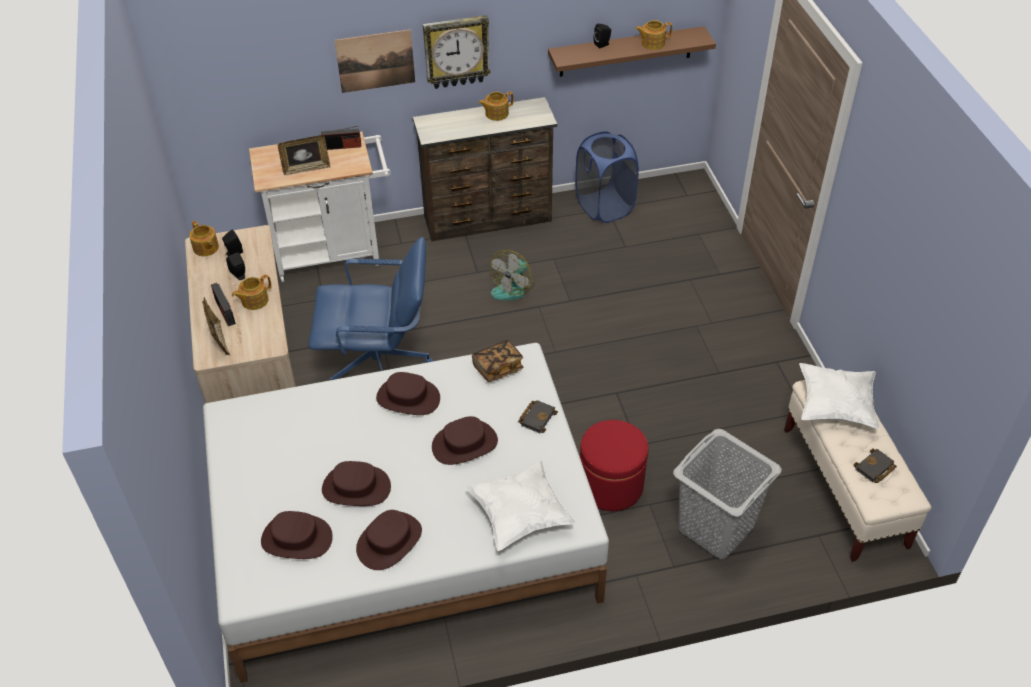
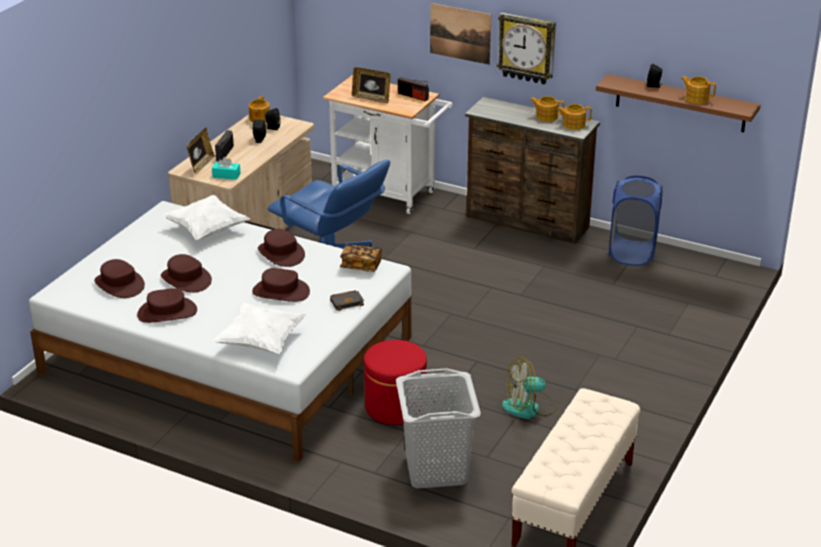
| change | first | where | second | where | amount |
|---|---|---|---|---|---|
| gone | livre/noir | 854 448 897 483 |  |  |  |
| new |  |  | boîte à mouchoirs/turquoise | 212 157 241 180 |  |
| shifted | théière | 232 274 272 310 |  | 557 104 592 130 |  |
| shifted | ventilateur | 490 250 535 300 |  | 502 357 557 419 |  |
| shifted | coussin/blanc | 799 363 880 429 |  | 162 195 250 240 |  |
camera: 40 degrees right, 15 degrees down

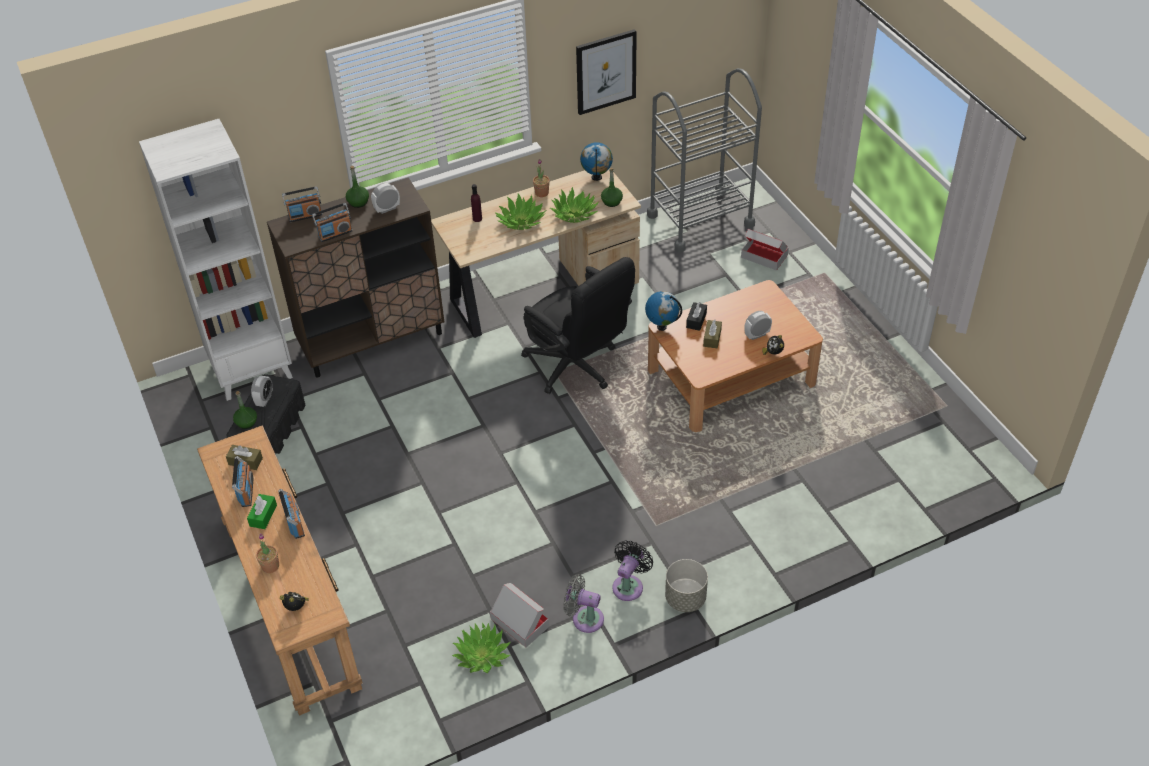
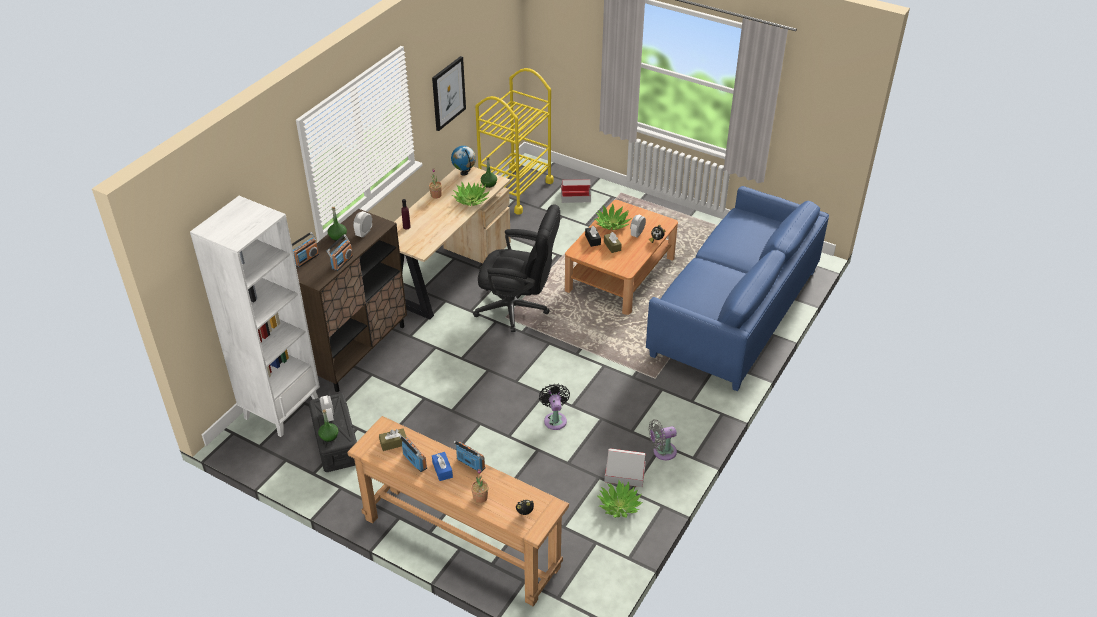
| change | first | where | second | where | amount |
|---|---|---|---|---|---|
| gone | globe | 645 291 682 331 |  |  |  |
| gone | cache-pot/gris | 665 559 708 612 |  |  |  |
| new |  |  | canapé/bleu | 646 186 829 391 |  |
| shifted | plante en pot | 496 194 546 230 |  | 595 203 631 230 |  |
| shifted | ventilateur/noir | 612 541 653 601 |  | 539 384 570 430 |  |
| repainted | boîte à mouchoirs/vert | 247 494 277 529 | boîte à mouchoirs/bleu | 432 452 453 481 |  |
| repainted | chariot/gris | 647 68 762 253 | chariot/jaune | 475 68 554 215 |  |
camera: 35 degrees left, 5 degrees down

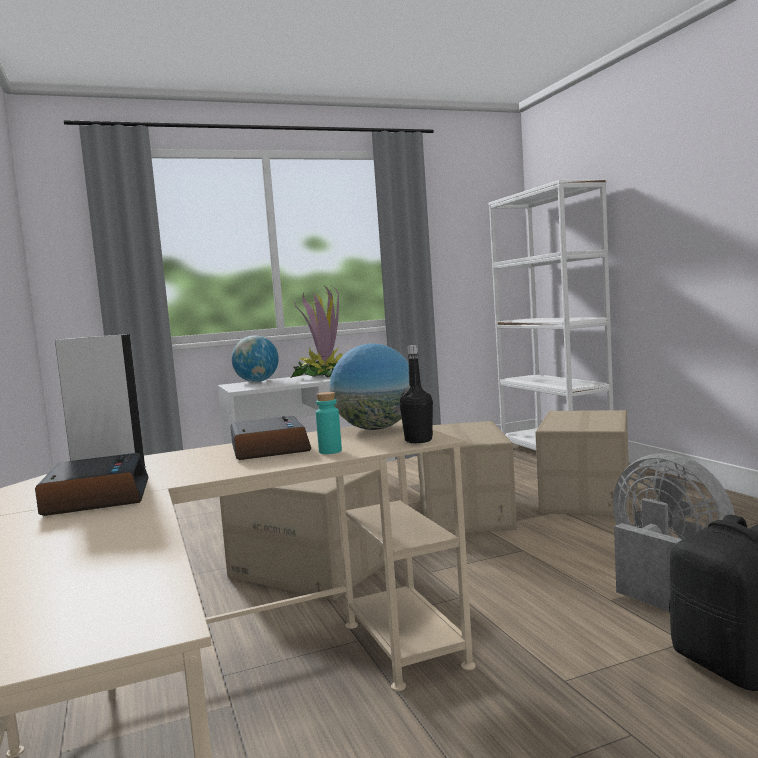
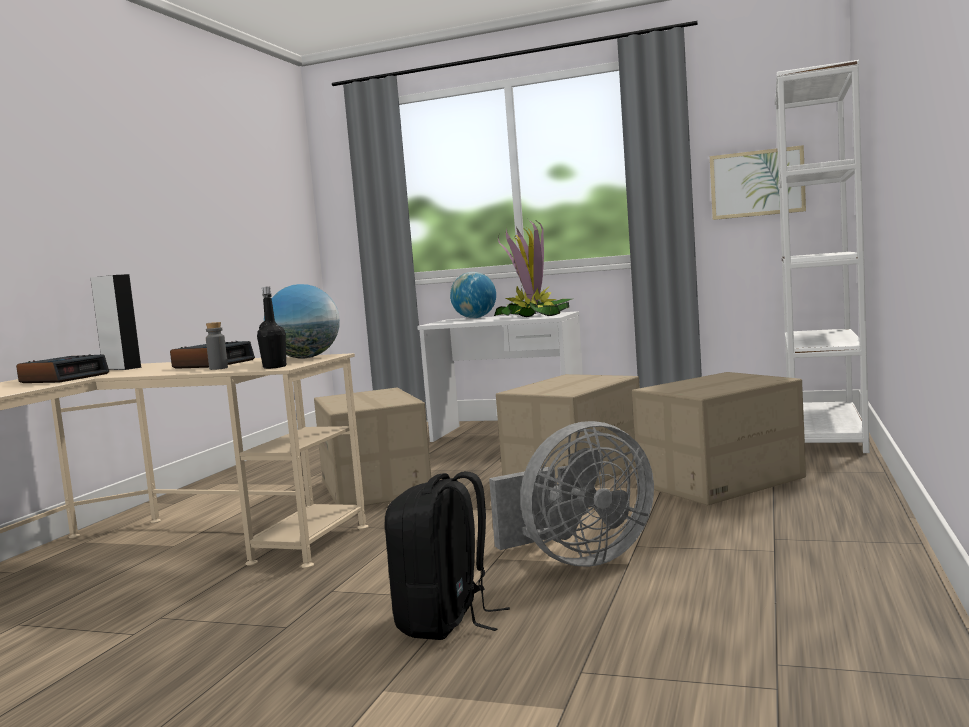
| change | first | where | second | where | amount |
|---|---|---|---|---|---|
| new |  |  | tableau | 710 145 806 220 |  |
| repainted | bouteille/turquoise | 316 392 342 454 | bouteille/gris | 206 322 228 370 |  |
| rotated | ventilateur/gris | 613 453 735 612 |  | 489 421 654 567 | 60 degrees clockwise |
camera: 40 degrees right, 0 degrees up

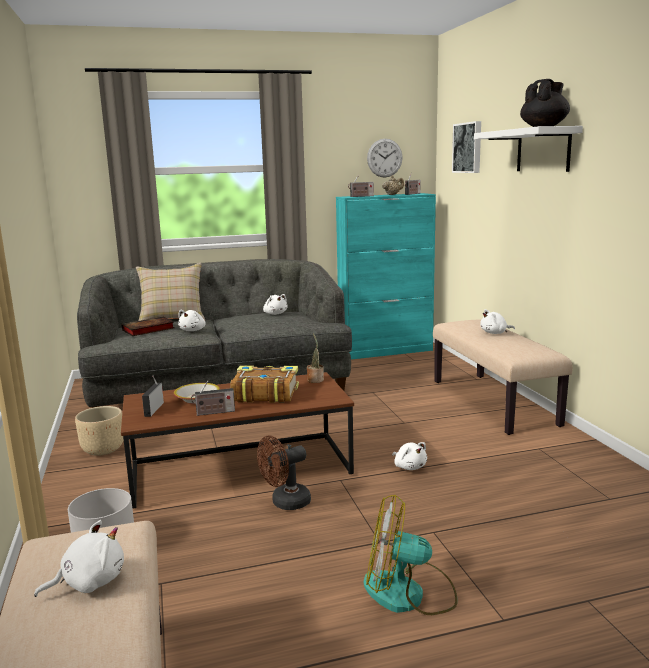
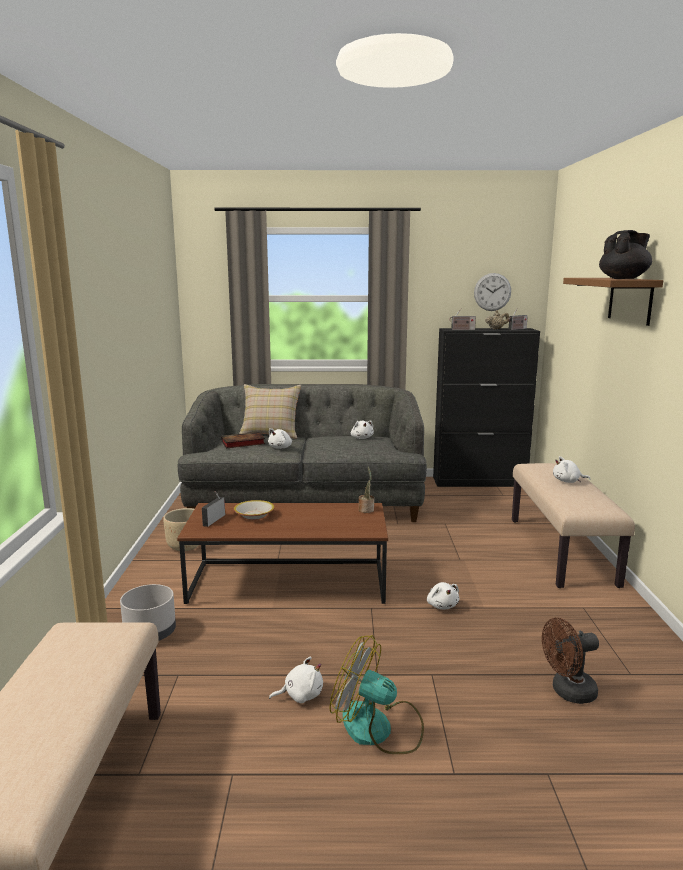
| change | first | where | second | where | amount |
|---|---|---|---|---|---|
| gone | radio | 191 380 235 416 |  |  |  |
| gone | livre | 230 366 299 403 |  |  |  |
| gone | tableau | 452 121 481 173 |  |  |  |
| shifted | peluche/blanc | 34 520 124 597 |  | 269 657 323 703 |  |
| shifted | ventilateur/marron | 257 435 311 510 |  | 542 618 599 704 |  |
| repainted | meuble de rangement/turquoise | 336 193 436 360 | meuble de rangement/noir | 433 328 540 487 |  |
| repainted | étagère/blanc | 474 126 583 172 | étagère/marron | 563 278 663 326 |  |
camera: 15 degrees right, 0 degrees up

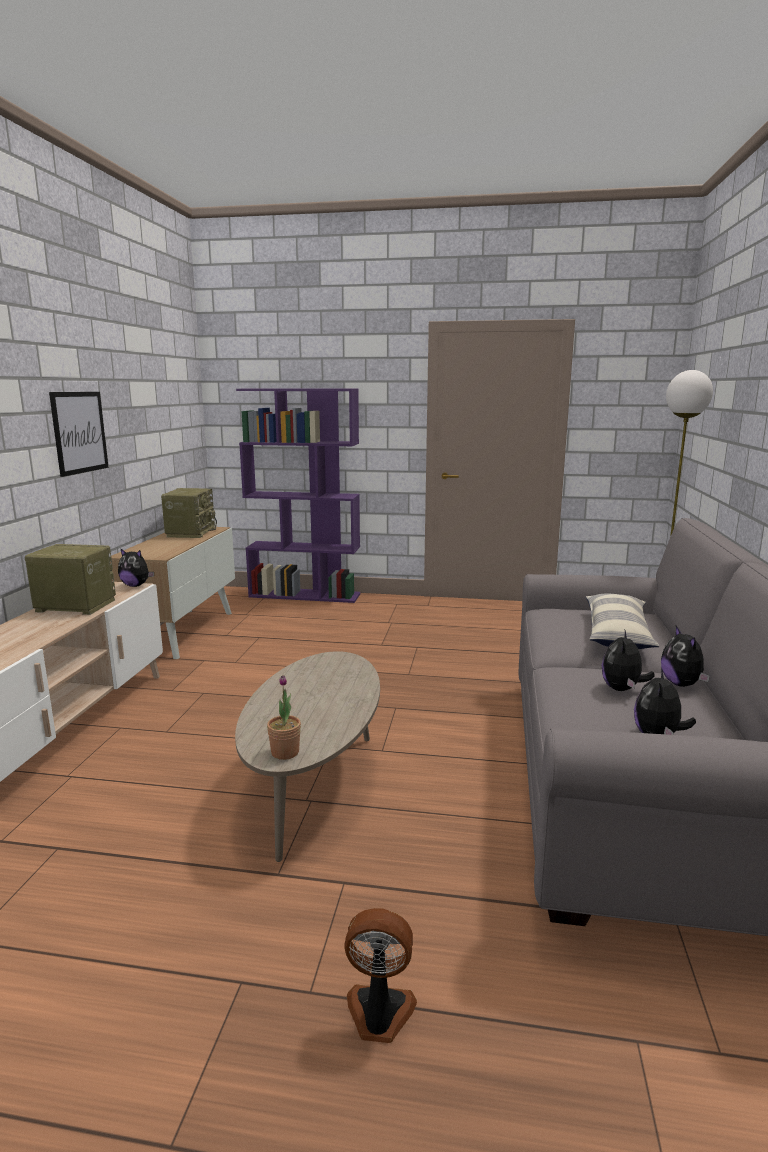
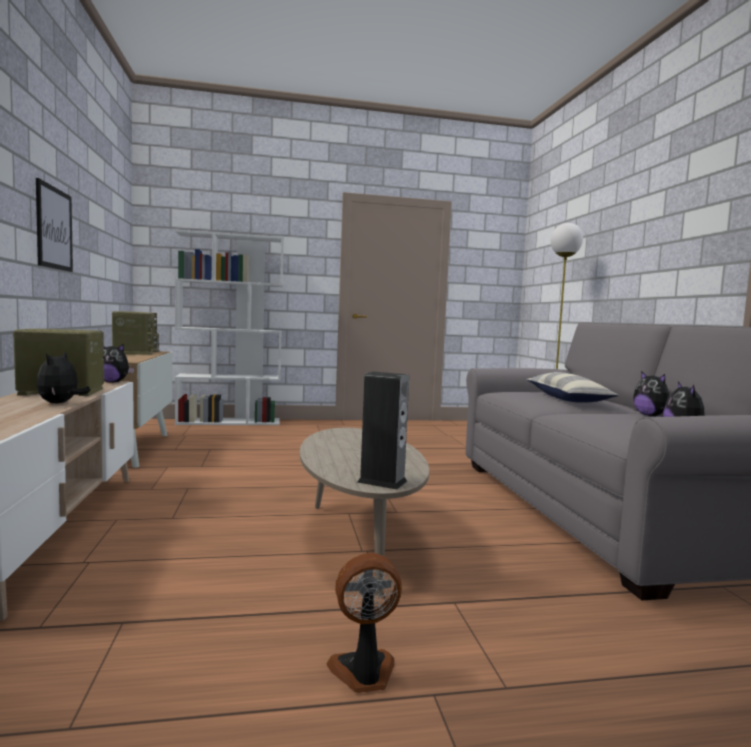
| change | first | where | second | where | amount |
|---|---|---|---|---|---|
| shifted | ventilateur | 344 908 417 1043 |  | 327 553 402 693 |  |
| shifted | peluche | 602 630 655 691 |  | 36 352 91 403 |  |
| swapped | plante en pot | 267 675 301 760 | enceinte | 357 371 409 489 |  |
| repainted | bibliothèque/violet | 236 389 361 603 | bibliothèque/blanc | 175 230 284 425 |  |
camera: 20 degrees left, 10 degrees down

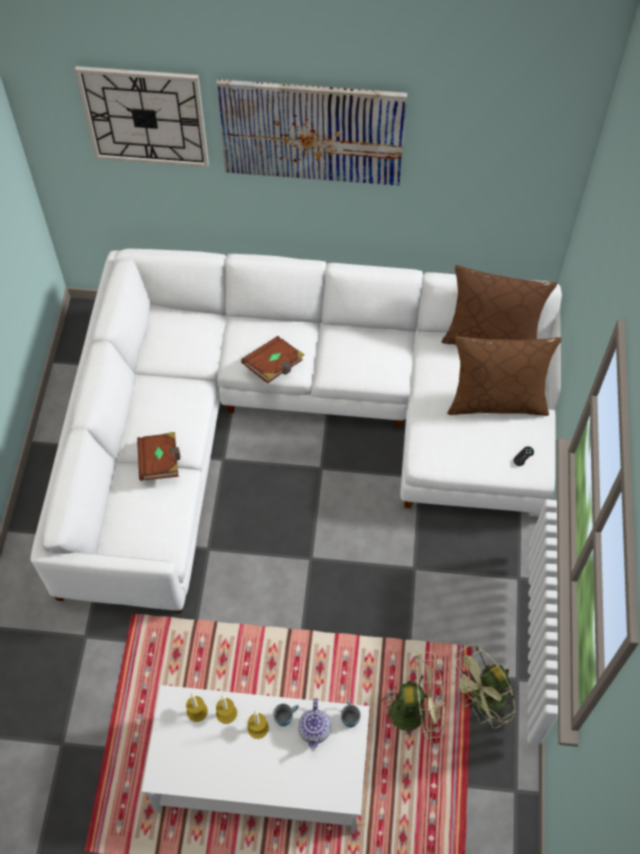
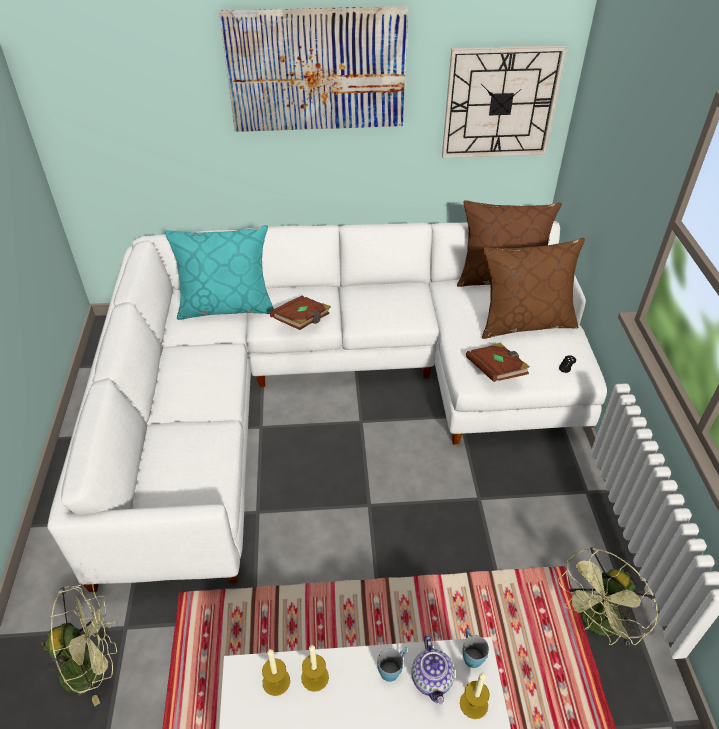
| change | first | where | second | where | amount |
|---|---|---|---|---|---|
| new |  |  | coussin/turquoise | 165 225 274 320 |  |
| shifted | horloge murale | 75 66 209 167 |  | 442 45 567 158 |  |
| shifted | livre/marron | 137 432 180 481 |  | 466 343 529 382 |  |
| shifted | bougie | 248 710 269 739 |  | 460 673 490 719 |  |
| shifted | ventilateur/vert | 382 652 445 739 |  | 41 583 117 706 |  |
camera: 10 degrees left, 15 degrees down

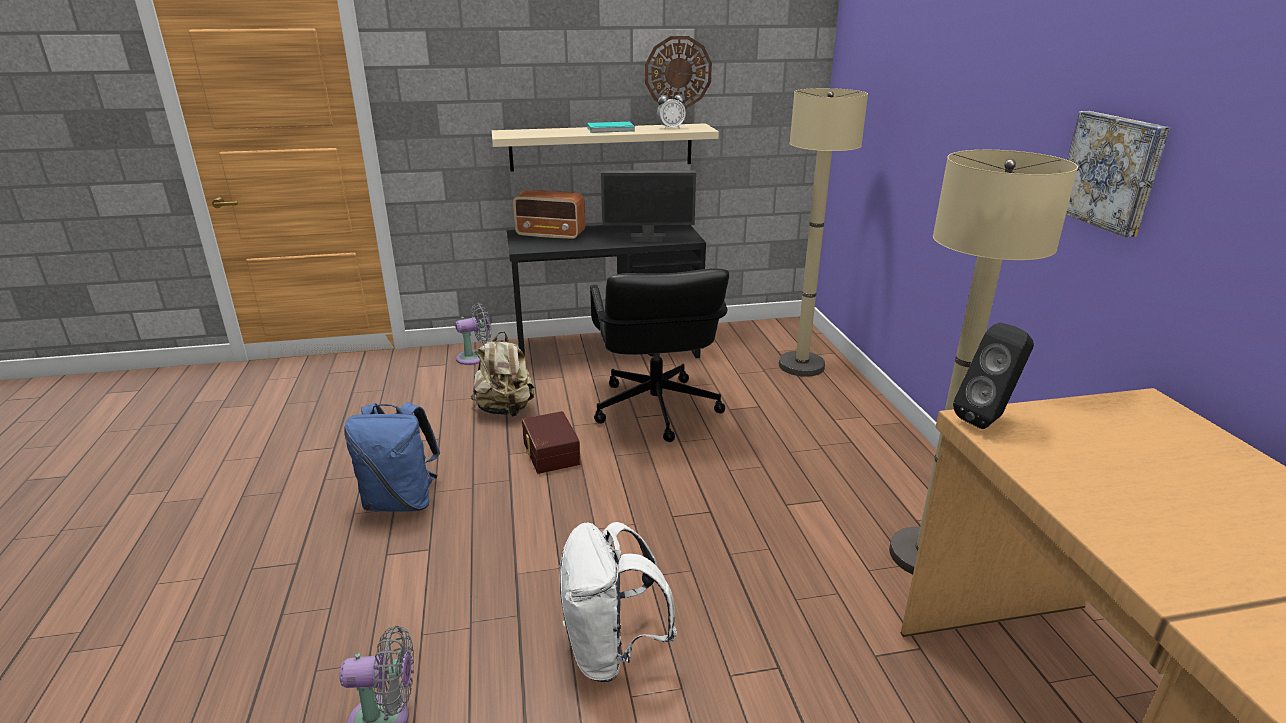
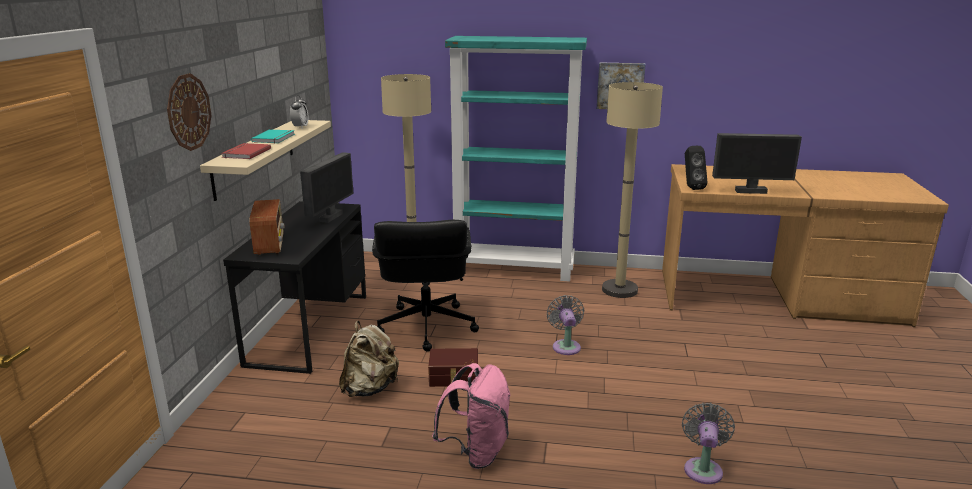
| change | first | where | second | where | amount |
|---|---|---|---|---|---|
| gone | sac à dos/blanc | 559 522 677 682 |  |  |  |
| new |  |  | livre/rouge | 221 143 271 159 |  |
| new |  |  | bibliothèque/turquoise | 445 36 587 281 |  |
| new |  |  | écran d'ordinateur | 712 133 802 194 |  |
| shifted | ventilateur/gris | 455 303 492 365 |  | 547 295 584 355 |  |
| shifted | horloge murale | 645 36 712 109 |  | 167 73 211 151 |  |
| repainted | sac à dos/bleu | 344 402 440 512 | sac à dos/rose | 432 363 511 469 |  |
| rotated | radio | 513 190 585 241 |  | 249 199 285 256 | 45 degrees counterclockwise |
| rotated | chaise de bureau/noir | 590 268 729 442 |  | 372 220 479 352 | 75 degrees clockwise |
camera: 70 degrees left, 5 degrees down

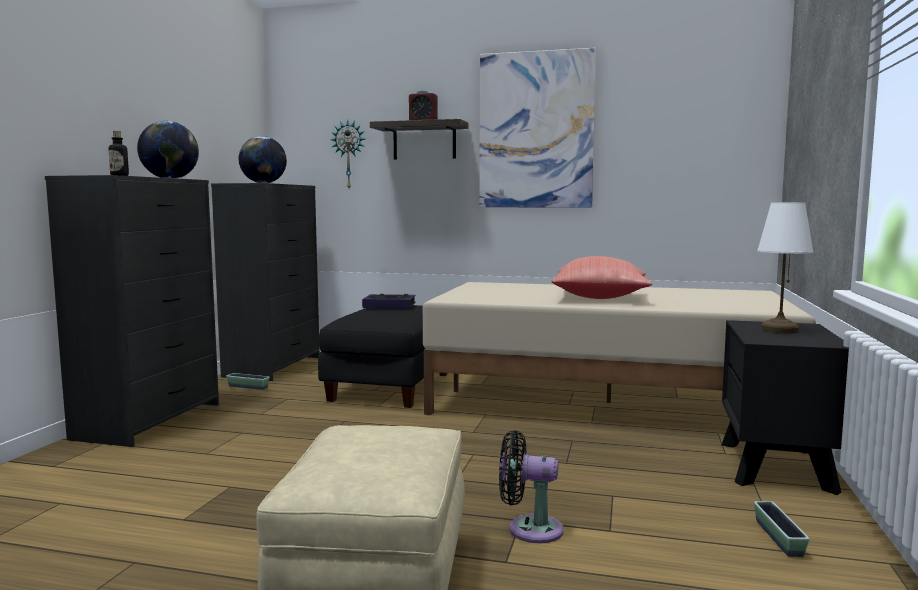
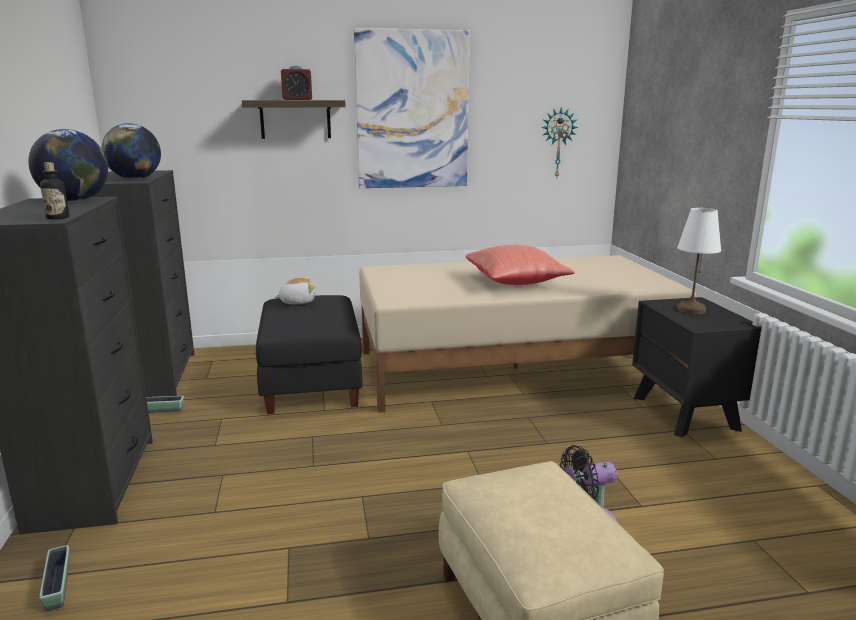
| change | first | where | second | where | amount |
|---|---|---|---|---|---|
| shifted | horloge murale | 331 120 365 188 |  | 541 107 578 177 |  |
| shifted | cache-pot | 754 501 810 557 |  | 39 545 69 611 |  |
| swapped | livre | 362 294 416 308 | peluche | 275 277 316 304 |  |
camera: 25 degrees left, 10 degrees up

